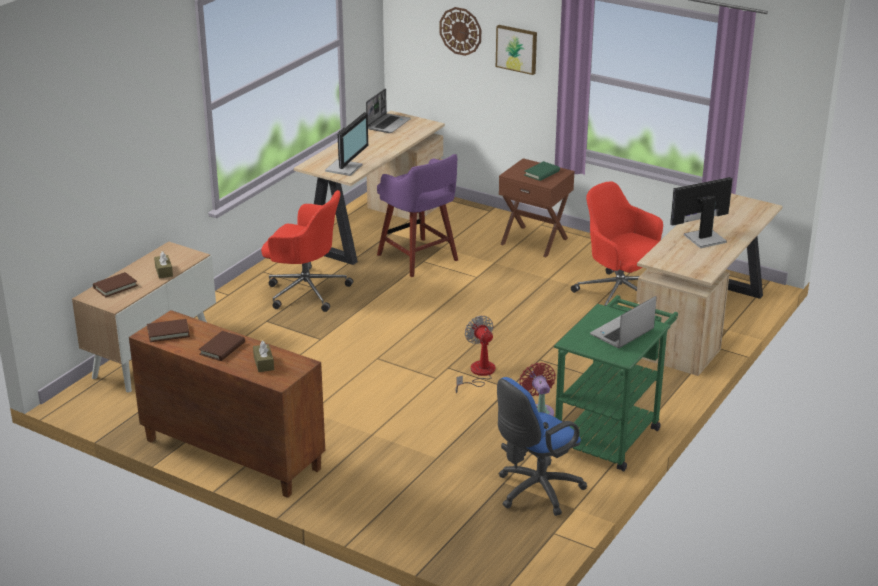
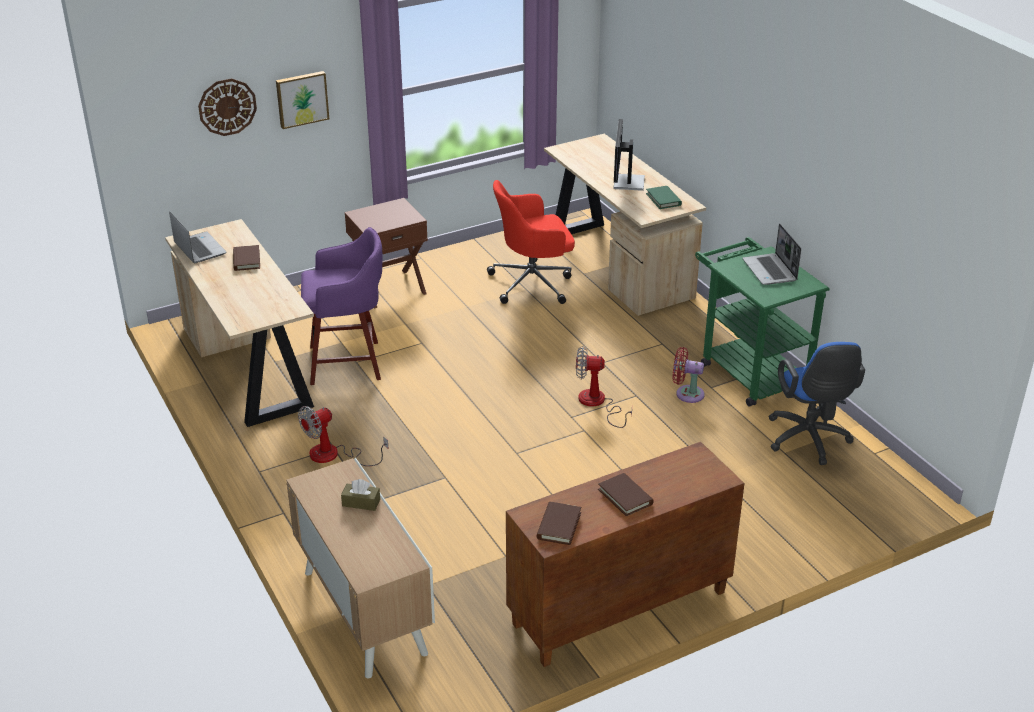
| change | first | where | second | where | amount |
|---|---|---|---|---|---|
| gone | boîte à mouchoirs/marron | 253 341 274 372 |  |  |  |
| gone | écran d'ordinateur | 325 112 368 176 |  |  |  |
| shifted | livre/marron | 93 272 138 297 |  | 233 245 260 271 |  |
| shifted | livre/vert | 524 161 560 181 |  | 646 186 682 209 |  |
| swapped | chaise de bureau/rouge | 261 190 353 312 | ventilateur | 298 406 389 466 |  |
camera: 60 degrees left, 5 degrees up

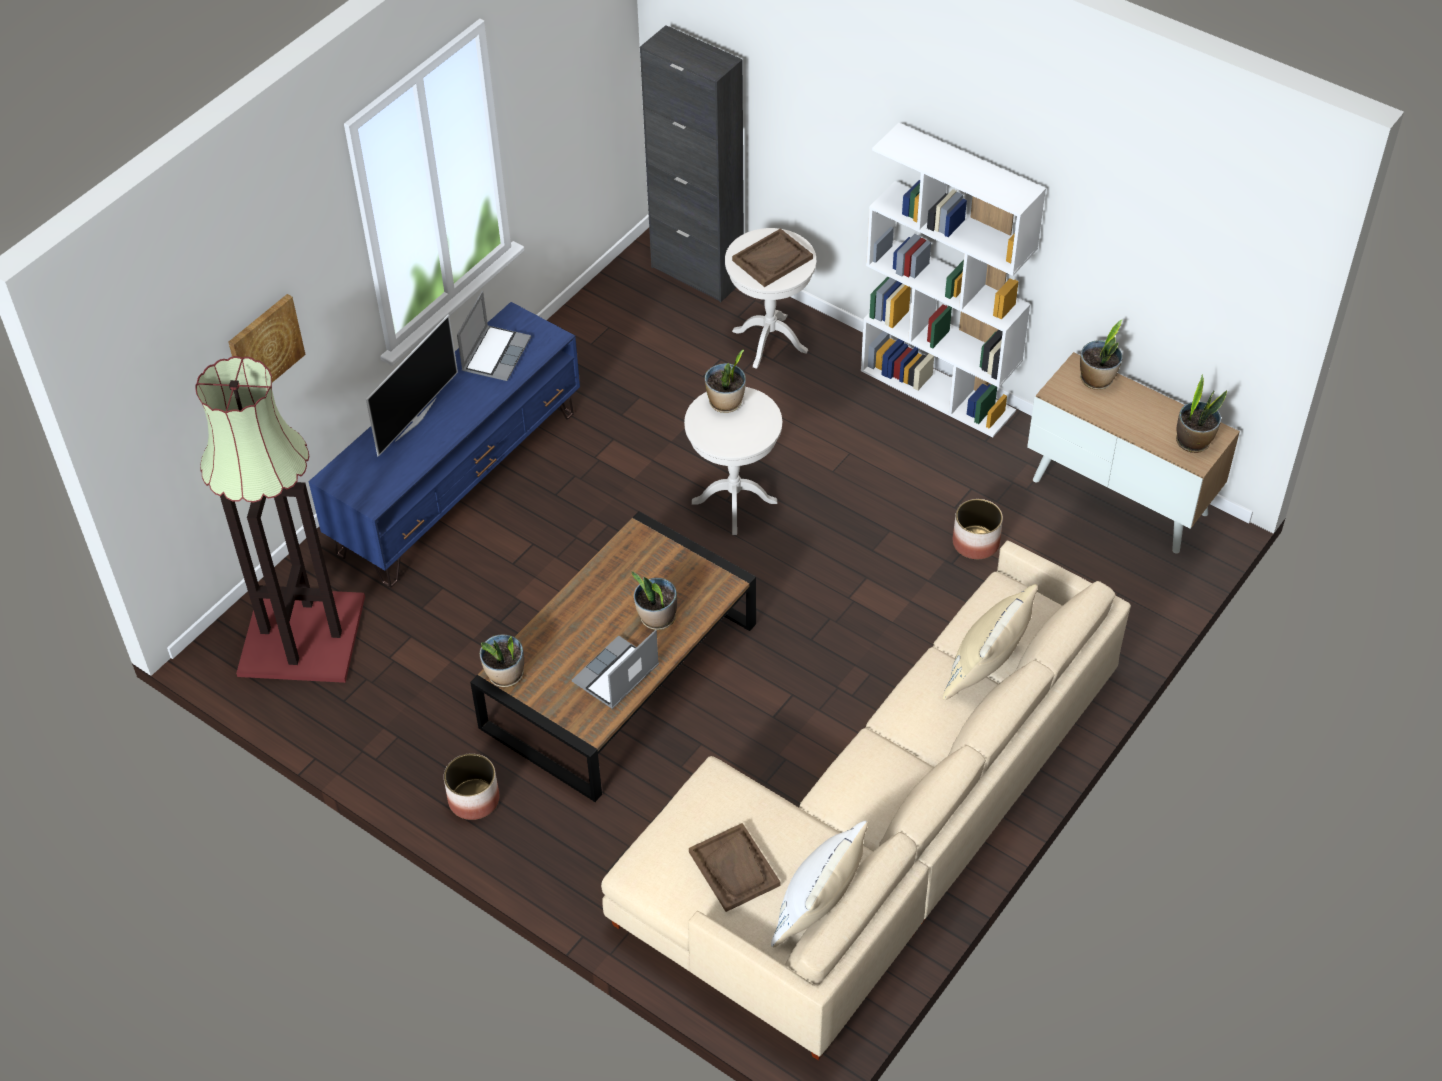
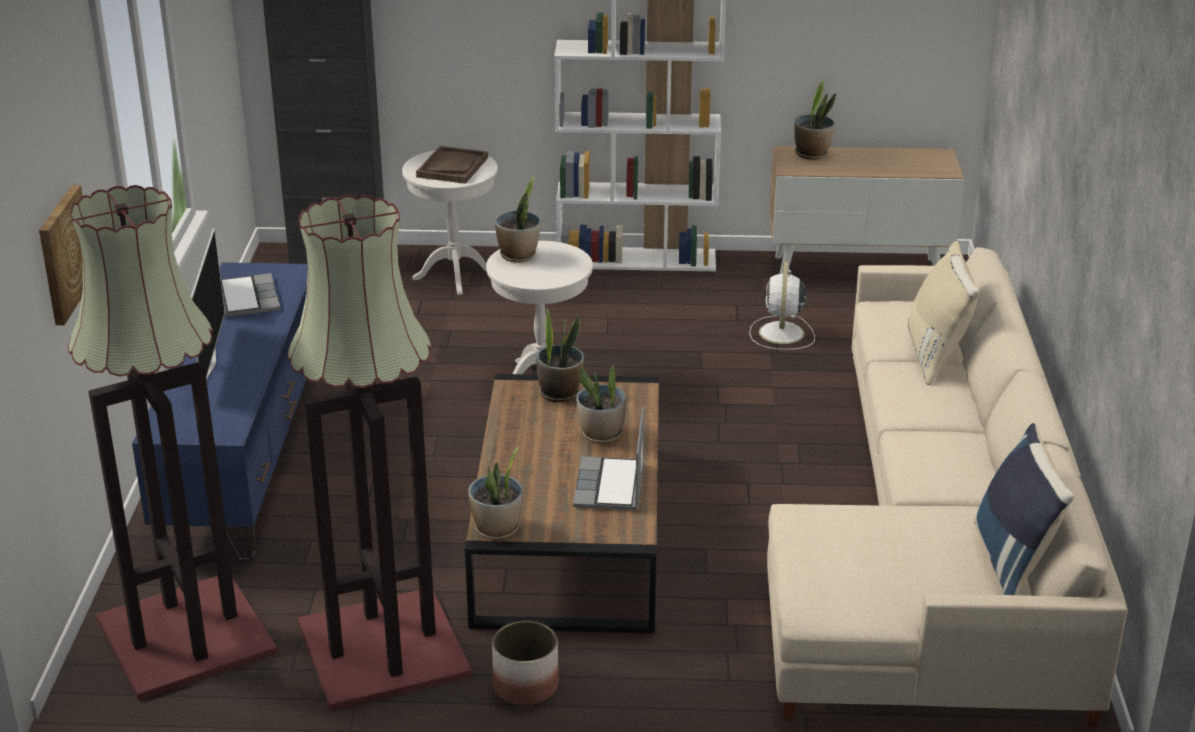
| change | first | where | second | where | amount |
|---|---|---|---|---|---|
| gone | plateau/marron | 689 823 780 912 |  |  |  |
| new |  |  | lampadaire | 288 195 472 711 |  |
| shifted | plante en pot | 1176 374 1227 453 |  | 537 308 584 402 |  |
| swapped | cache-pot | 953 499 1003 559 | ventilateur/blanc | 749 261 815 350 |  |
| repainted | coussin/blanc | 771 821 868 947 | coussin/bleu | 973 423 1074 595 |  |
camera: 35 degrees left, 20 degrees down

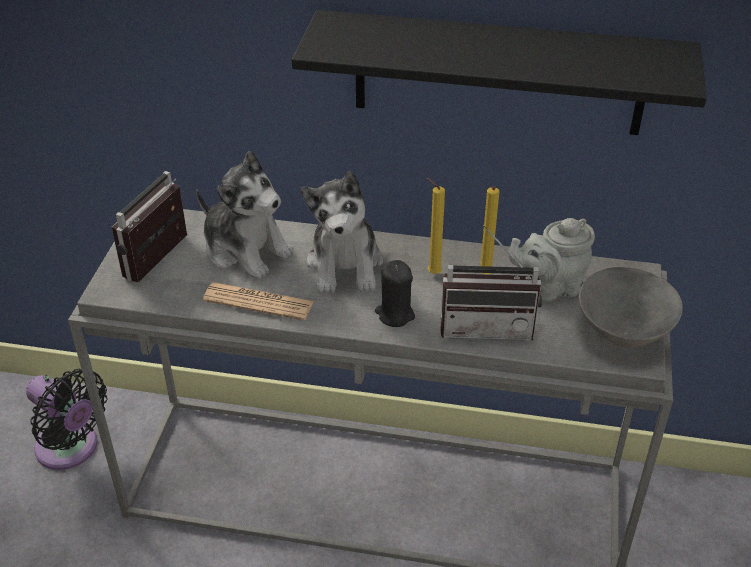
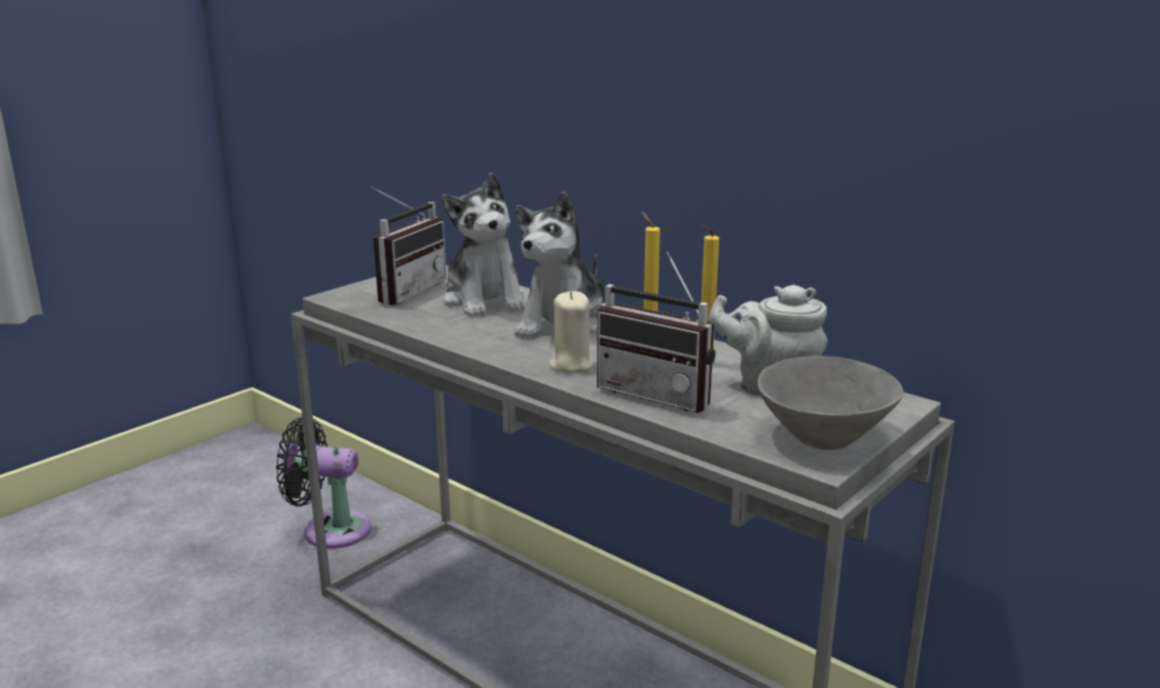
| change | first | where | second | where | amount |
|---|---|---|---|---|---|
| gone | journal | 203 282 314 321 |  |  |  |
| gone | étagère/noir | 292 10 707 135 |  |  |  |
| repainted | bougie/noir | 375 260 415 327 | bougie/beige | 549 291 593 373 |  |
| rotated | ventilateur/noir | 26 369 108 470 |  | 276 417 371 549 | 120 degrees clockwise |
| rotated | radio | 112 171 187 282 |  | 371 187 446 305 | 150 degrees clockwise |
camera: 30 degrees right, 20 degrees down

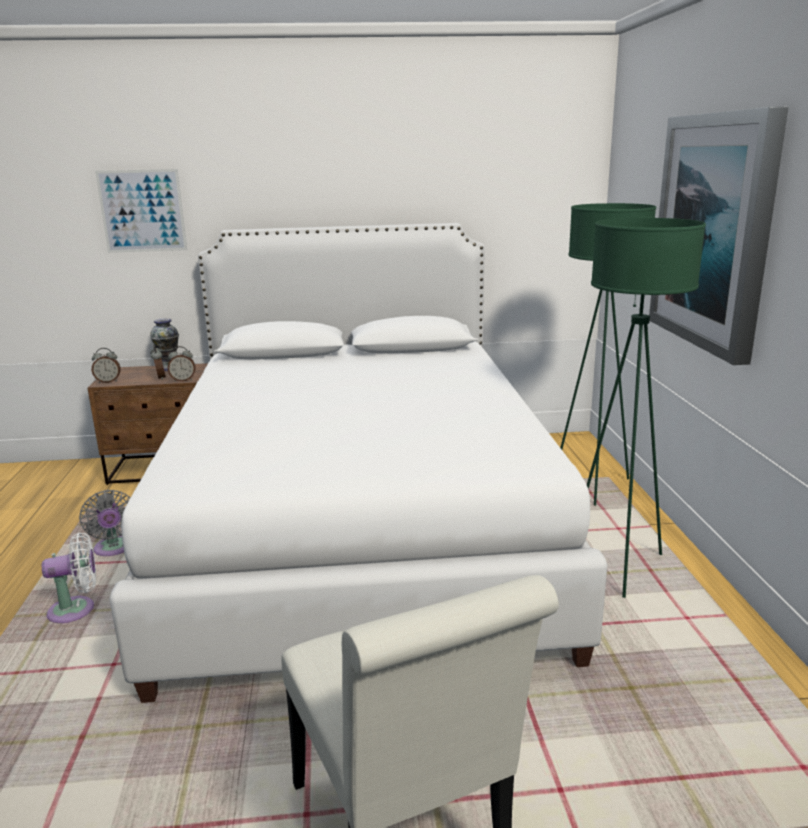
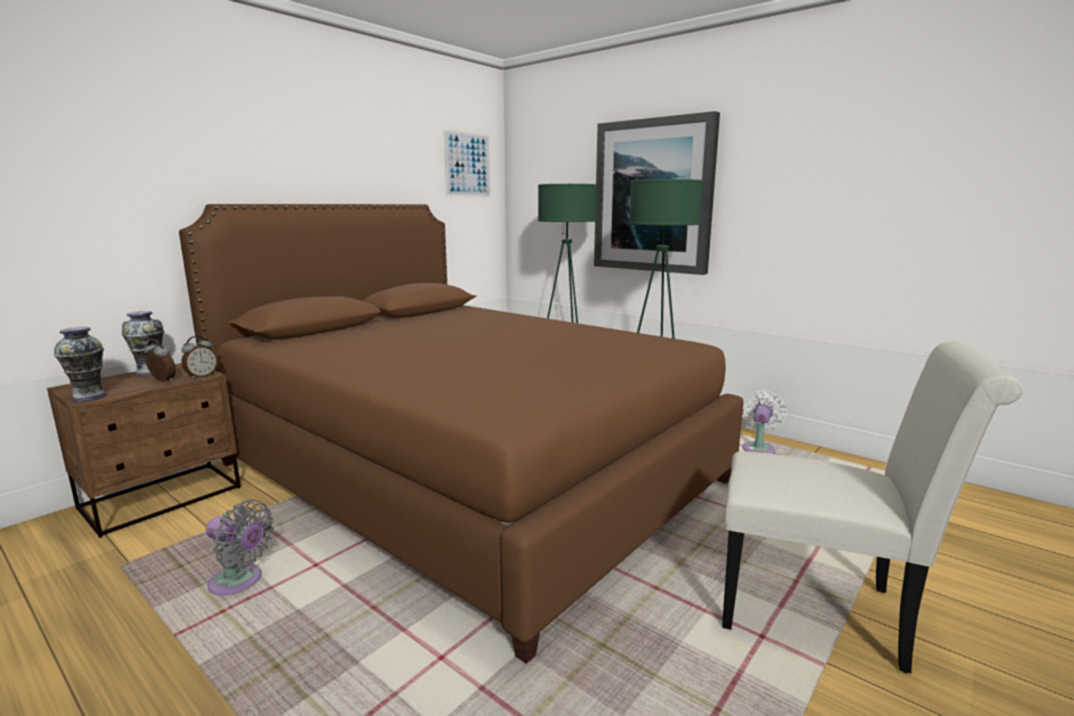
| change | first | where | second | where | amount |
|---|---|---|---|---|---|
| shifted | ventilateur/blanc | 42 533 96 623 |  | 742 390 787 454 |  |
| shifted | tableau | 95 169 187 253 |  | 444 130 491 197 |  |
| swapped | réveil | 92 348 121 383 | vase | 54 327 107 402 |  |
| repainted | lit/blanc | 109 223 608 703 | lit/marron | 179 204 744 664 |  |
camera: 45 degrees left, 5 degrees down

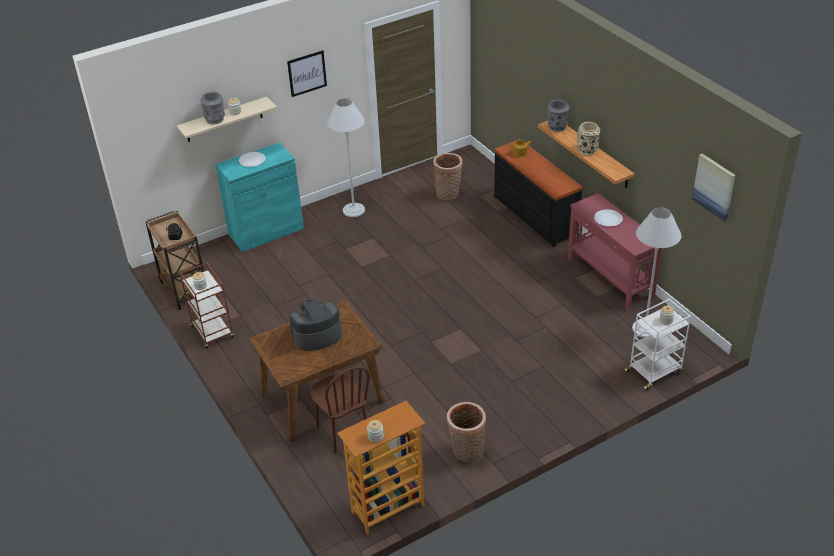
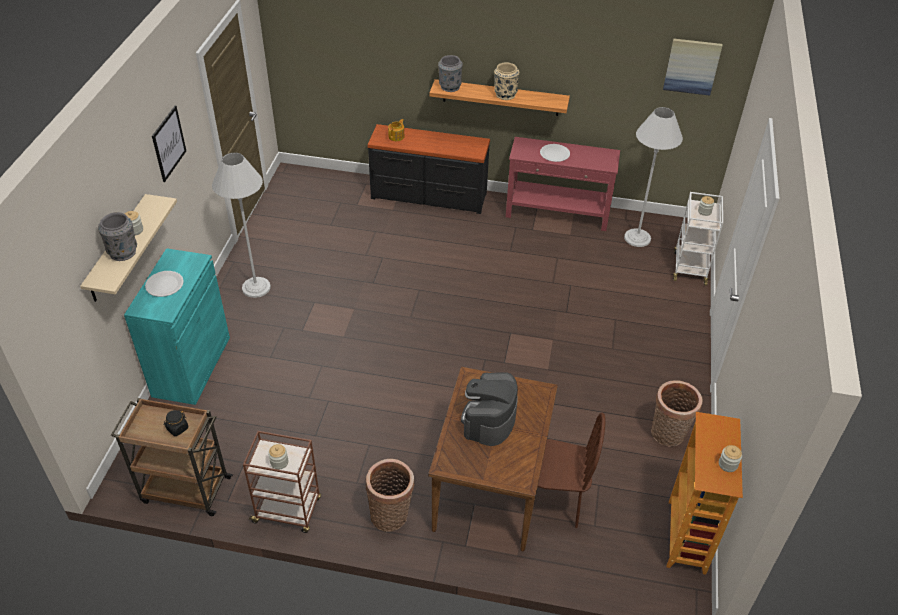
| change | first | where | second | where | amount |
|---|---|---|---|---|---|
| shifted | panier | 433 153 463 200 |  | 366 459 415 532 |  |
camera: 50 degrees left, 5 degrees up

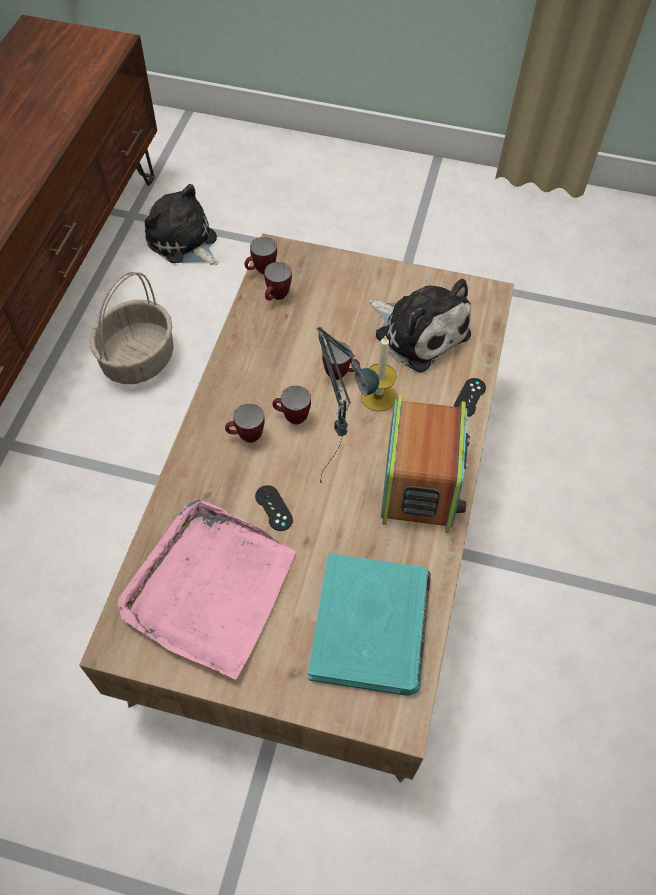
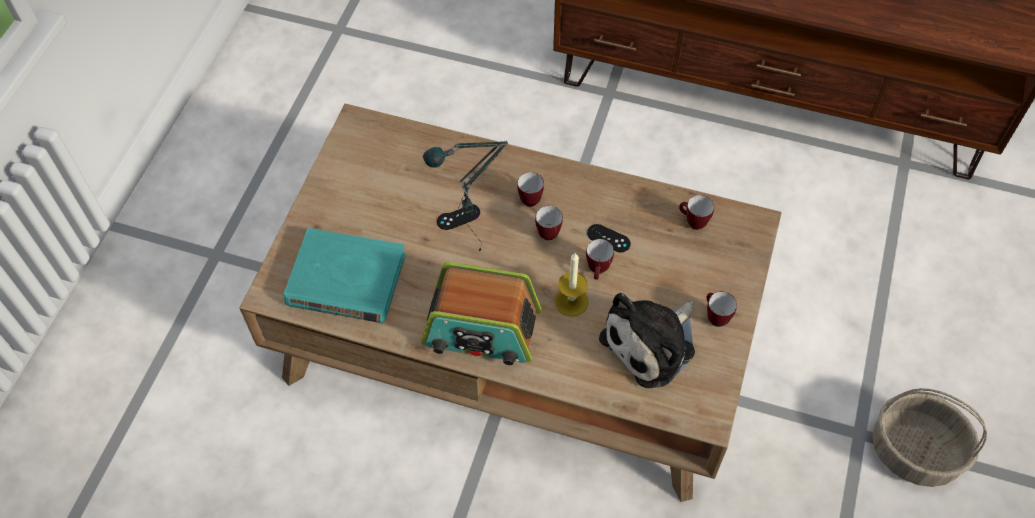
| change | first | where | second | where | amount |
|---|---|---|---|---|---|
| gone | plateau/rose | 118 499 296 679 |  |  |  |
| gone | peluche | 145 184 219 265 |  |  |  |
| shifted | panier | 90 272 174 384 |  | 872 388 987 487 |  |
| shifted | mug | 244 237 277 274 |  | 707 292 737 327 |  |
| shifted | manette/noir | 454 378 486 417 |  | 587 224 631 252 |  |
camera: 95 degrees right, 0 degrees up

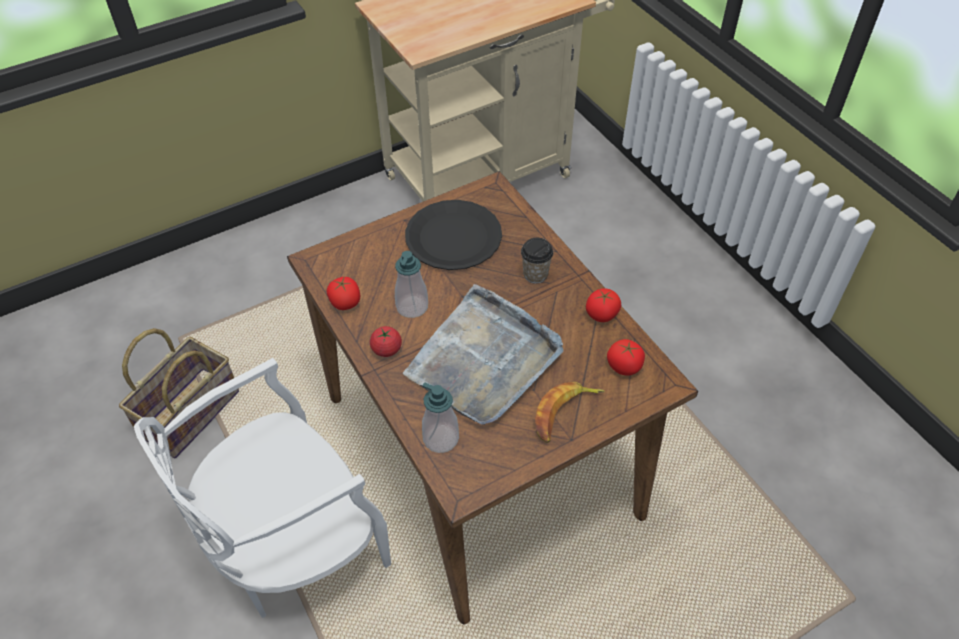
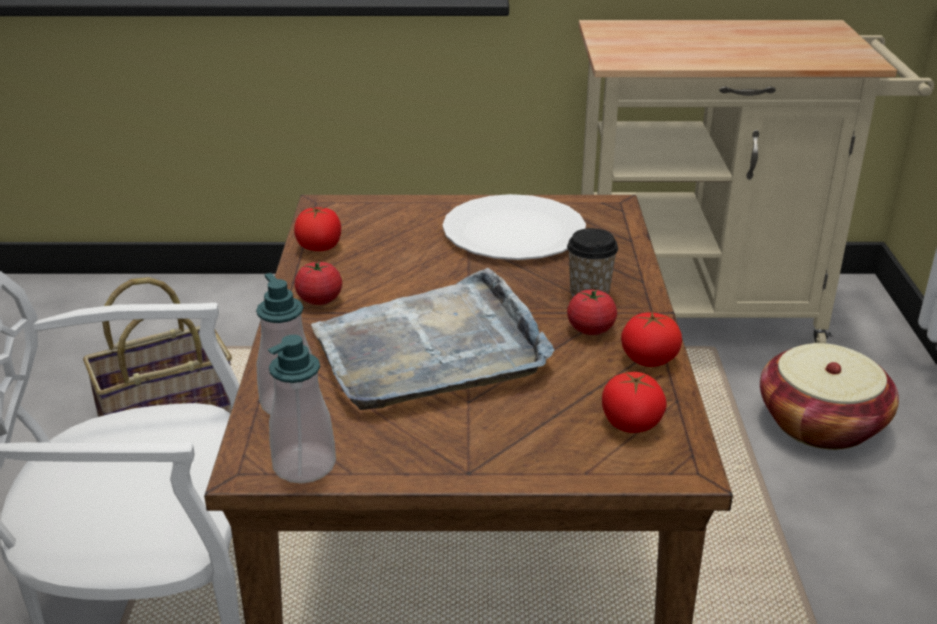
| change | first | where | second | where | amount |
|---|---|---|---|---|---|
| gone | banane | 535 382 605 443 |  |  |  |
| new |  |  | tomate | 567 289 617 335 |  |
| new |  |  | panier | 760 343 899 450 |  |
| shifted | distributeur de savon | 395 251 428 318 |  | 268 335 336 484 |  |
| repainted | assiette/noir | 405 200 502 270 | assiette/blanc | 443 194 586 260 |  |
camera: 30 degrees right, 20 degrees down

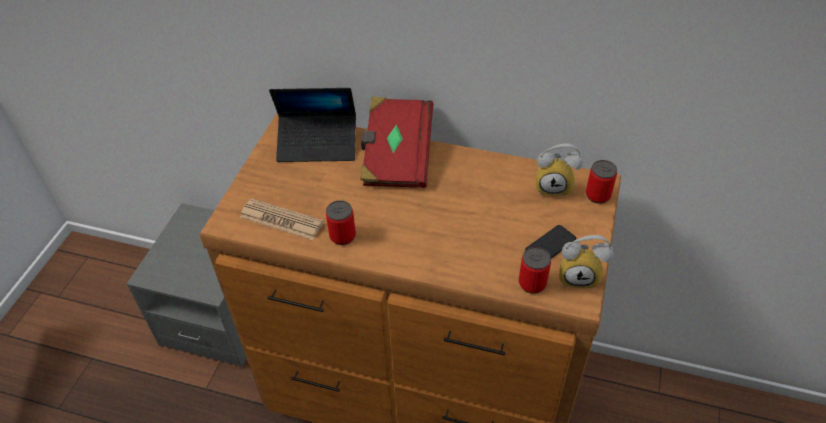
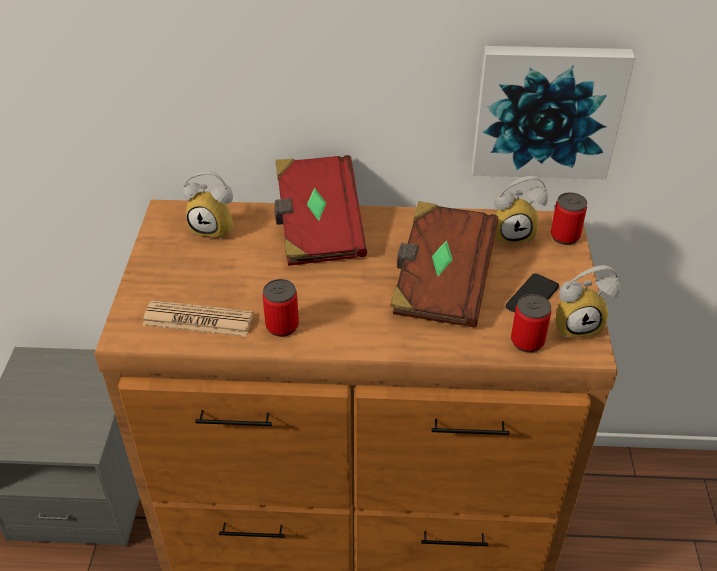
| change | first | where | second | where | amount |
|---|---|---|---|---|---|
| new |  |  | livre/marron | 390 201 499 327 |  |
| new |  |  | tableau | 472 46 635 179 |  |
| swapped | ordinateur portable | 269 88 356 162 | réveil | 183 171 233 240 |  |
camera: 15 degrees left, 5 degrees down

